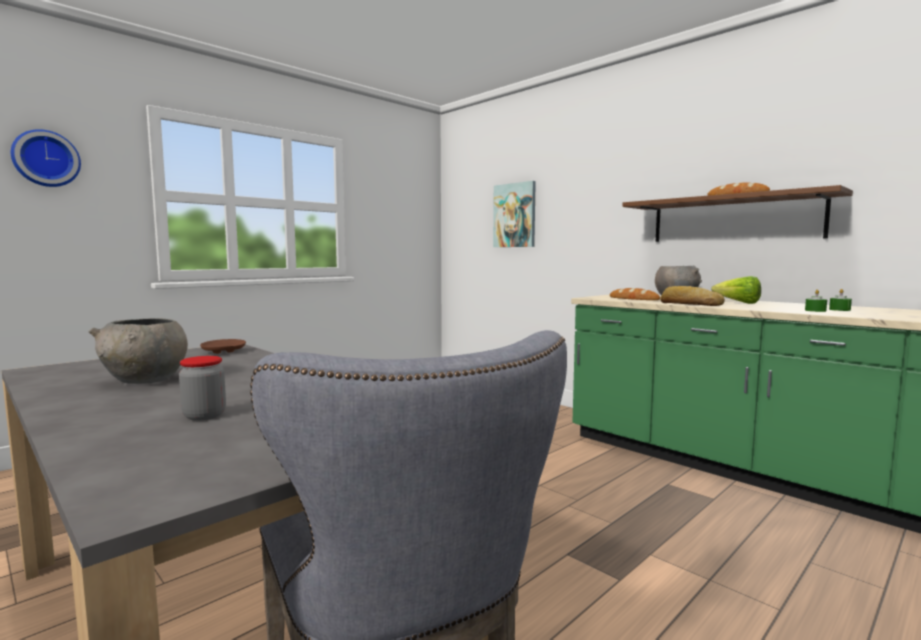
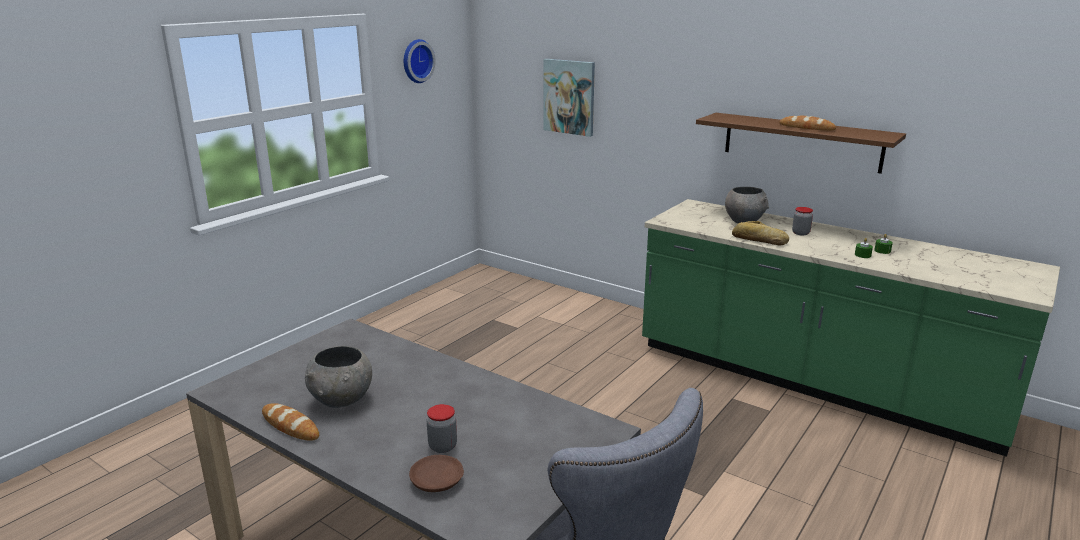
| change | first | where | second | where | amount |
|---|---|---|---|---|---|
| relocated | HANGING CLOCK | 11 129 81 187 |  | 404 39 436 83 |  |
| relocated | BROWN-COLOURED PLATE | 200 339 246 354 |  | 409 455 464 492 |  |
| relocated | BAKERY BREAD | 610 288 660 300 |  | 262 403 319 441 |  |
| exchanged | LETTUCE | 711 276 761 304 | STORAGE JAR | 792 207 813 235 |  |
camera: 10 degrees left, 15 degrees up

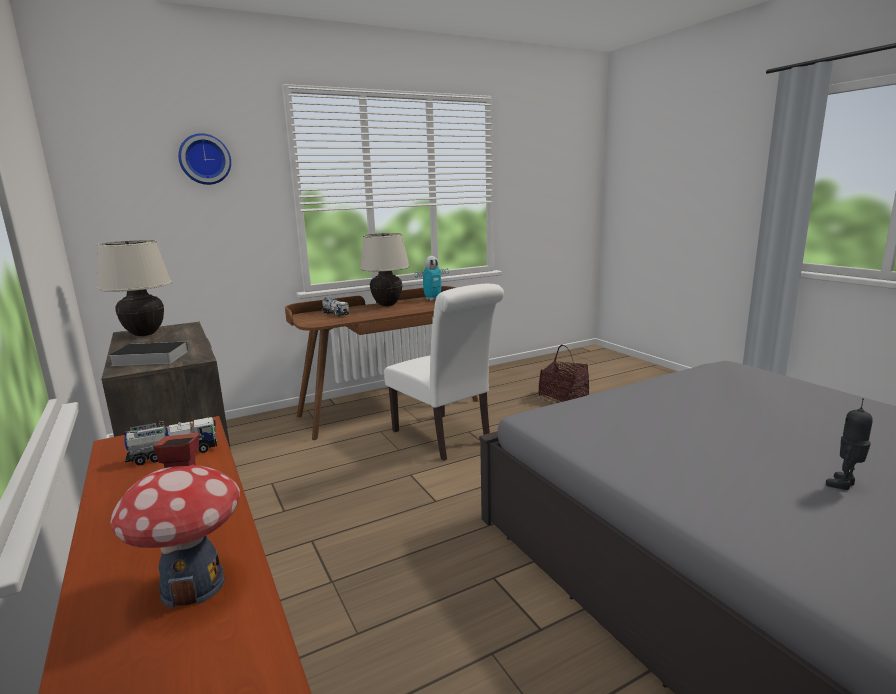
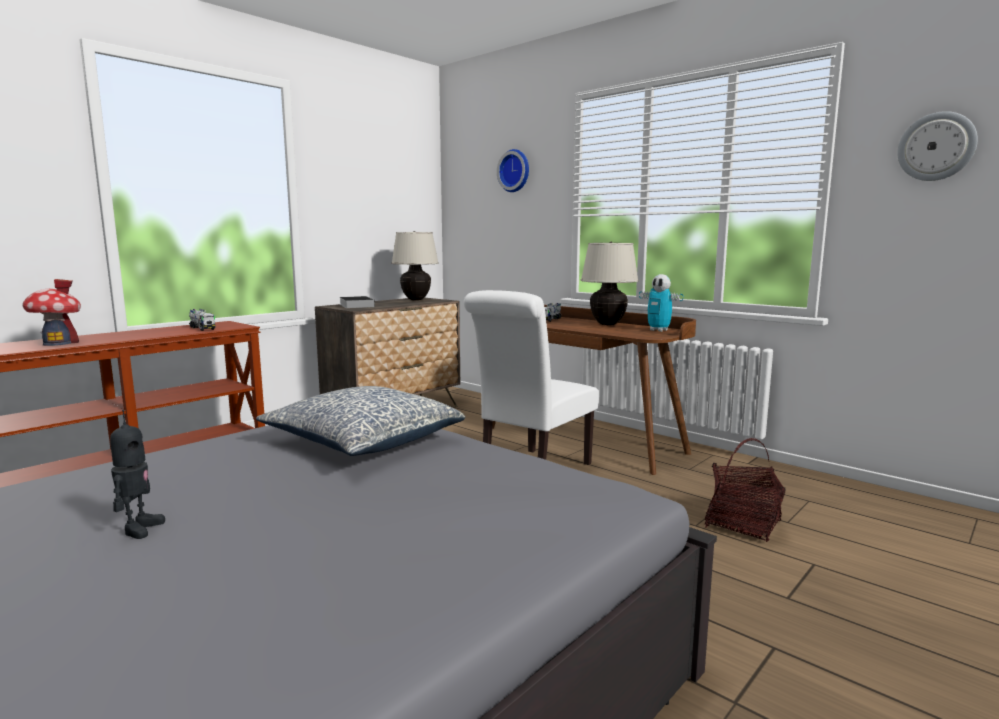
| change | first | where | second | where | amount |
|---|---|---|---|---|---|
| appeared |  |  | CUSHION | 256 386 465 456 |  |
| appeared |  |  | HANGING CLOCK | 897 111 978 181 |  |
| spun | ROBOT FIGURE | 826 398 873 490 |  | 110 410 165 539 | 60 degrees clockwise |
camera: 70 degrees right, 5 degrees down

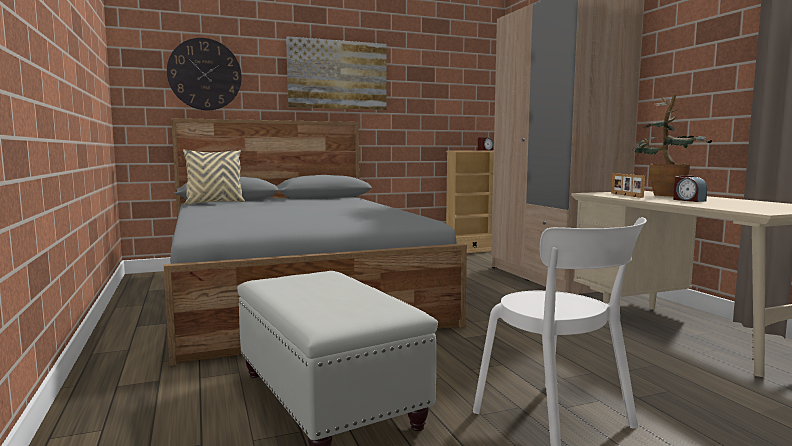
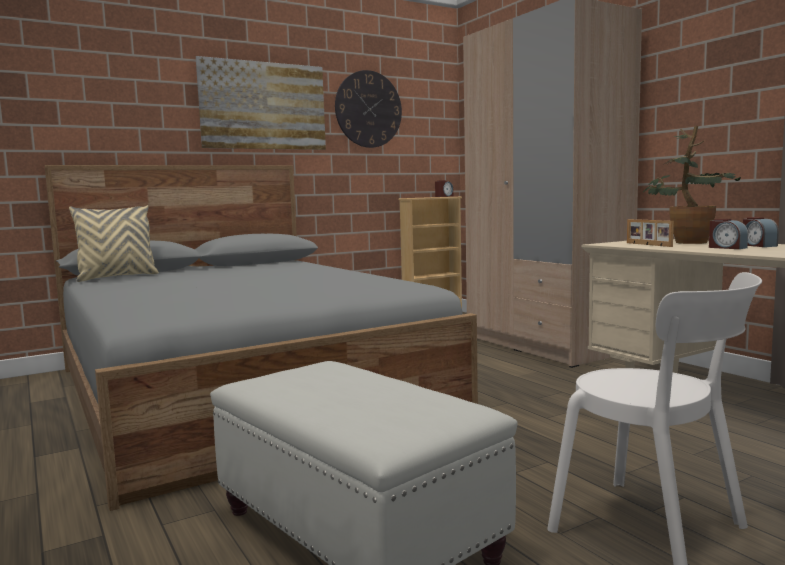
| change | first | where | second | where | amount |
|---|---|---|---|---|---|
| appeared |  |  | BEDSIDE CLOCK | 743 217 779 247 |  |
| relocated | HANGING CLOCK | 167 38 242 110 |  | 335 70 402 148 |  |
camera: 10 degrees left, 0 degrees up

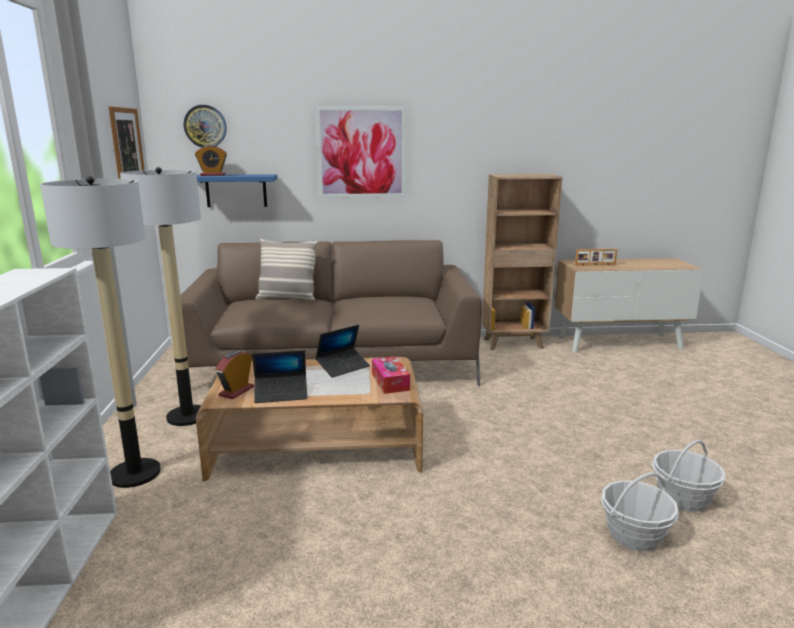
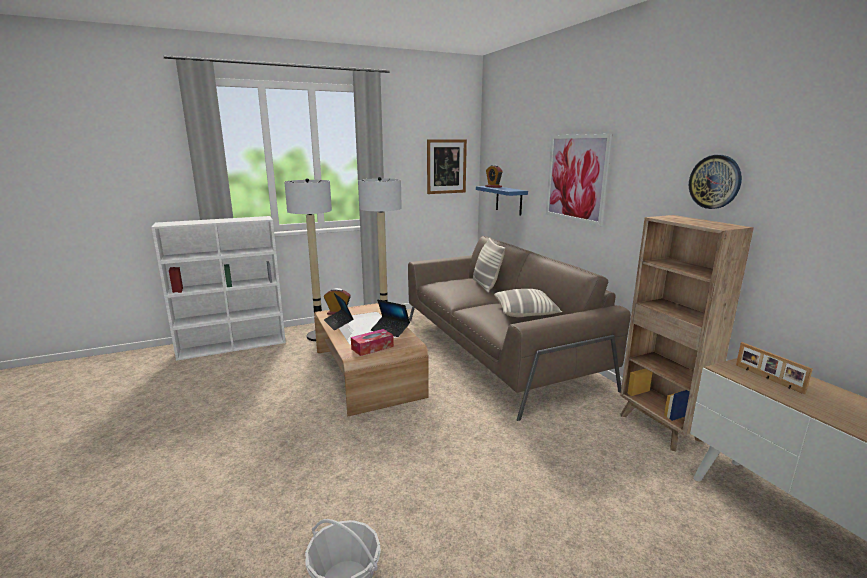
| change | first | where | second | where | amount |
|---|---|---|---|---|---|
| missing | STORAGE BASKET | 601 473 679 551 |  |  |  |
| appeared |  |  | CUSHION | 494 289 562 317 |  |
| relocated | HANGING CLOCK | 184 105 226 148 |  | 689 155 742 209 |  |
camera: 70 degrees right, 0 degrees up

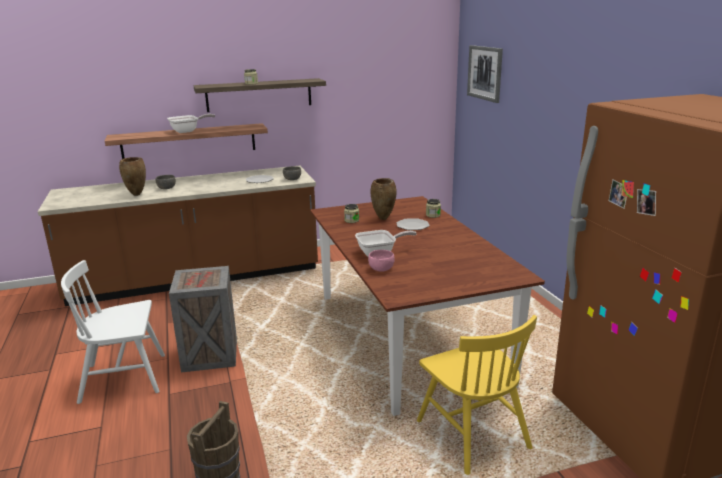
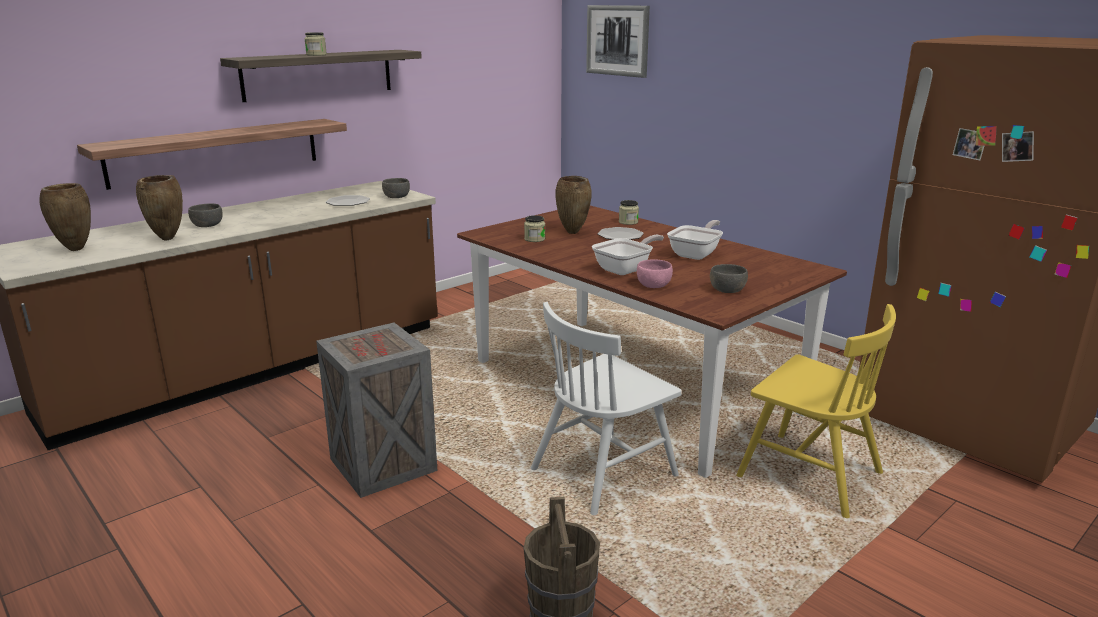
| change | first | where | second | where | amount |
|---|---|---|---|---|---|
| appeared |  |  | BROWN-COLOURED DECORATIVE VASE | 39 183 91 251 |  |
| appeared |  |  | GREYISH SERVING BOWL | 710 264 748 293 |  |
| relocated | WHITE PLAIN CHAIR | 61 260 165 404 |  | 531 302 682 515 |  |
| relocated | SKILLET | 167 114 215 133 |  | 667 220 723 260 |  |
camera: 25 degrees left, 0 degrees up

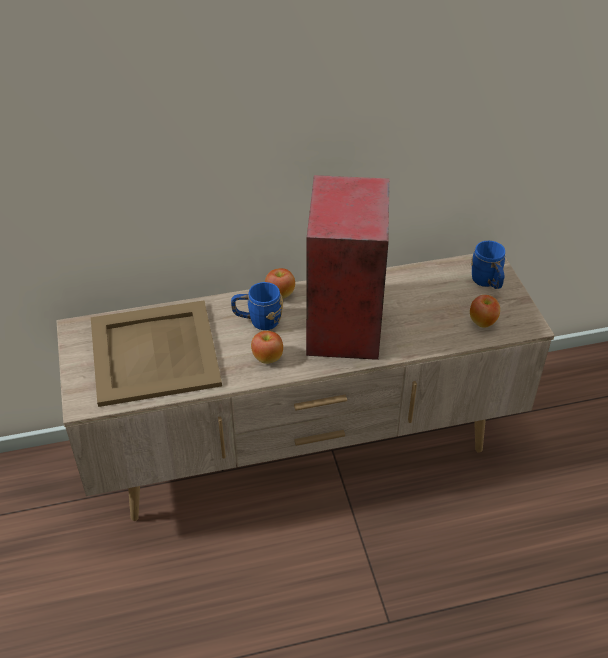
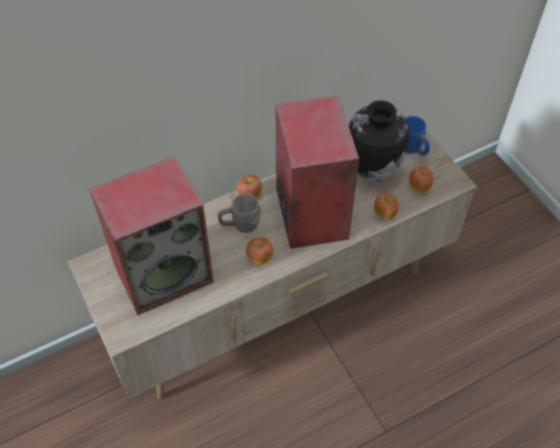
| change | first | where | second | where | amount |
|---|---|---|---|---|---|
| appeared |  |  | DECORATIVE VASE | 348 100 410 182 |  |
| appeared |  |  | APPLE | 374 193 399 220 |  |
| exchanged | SAND-COLOURED CARRYING TRAY | 91 300 222 407 | LOUDSPEAKER | 89 156 214 315 |  |
| colour | BLUE COFFEE MUG | 231 282 283 330 | GREYISH COFFEE MUG | 218 194 261 233 |  |
camera: 15 degrees left, 10 degrees up

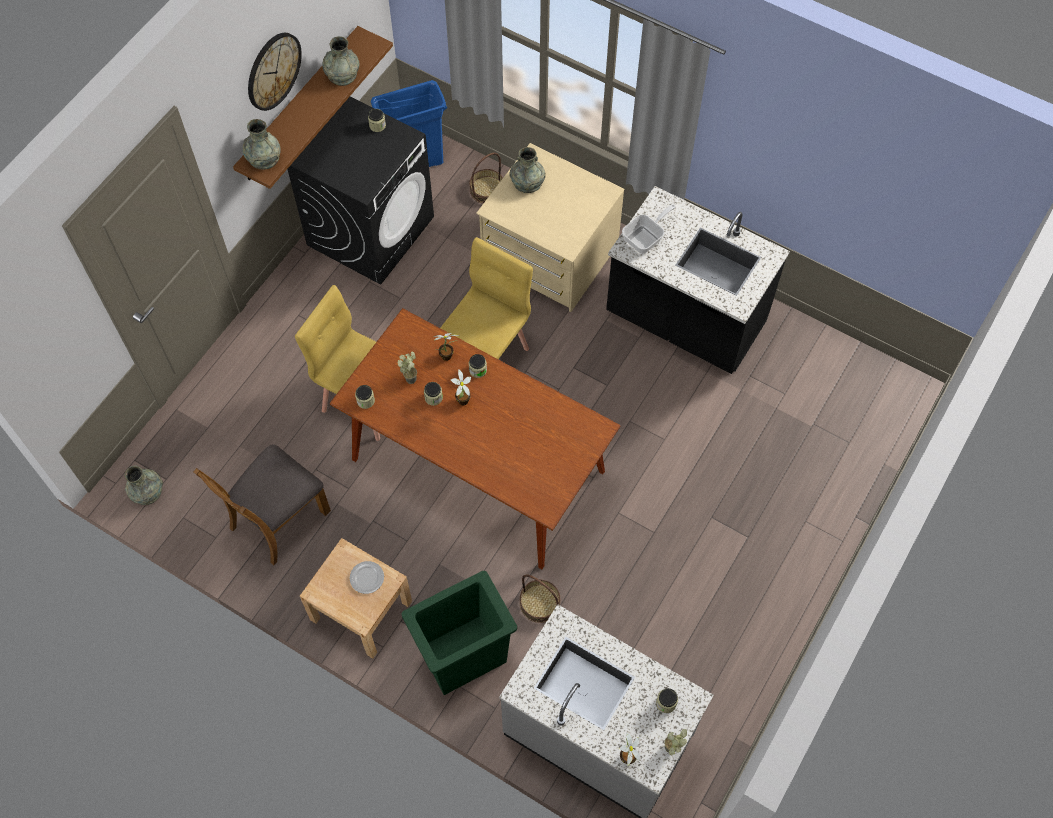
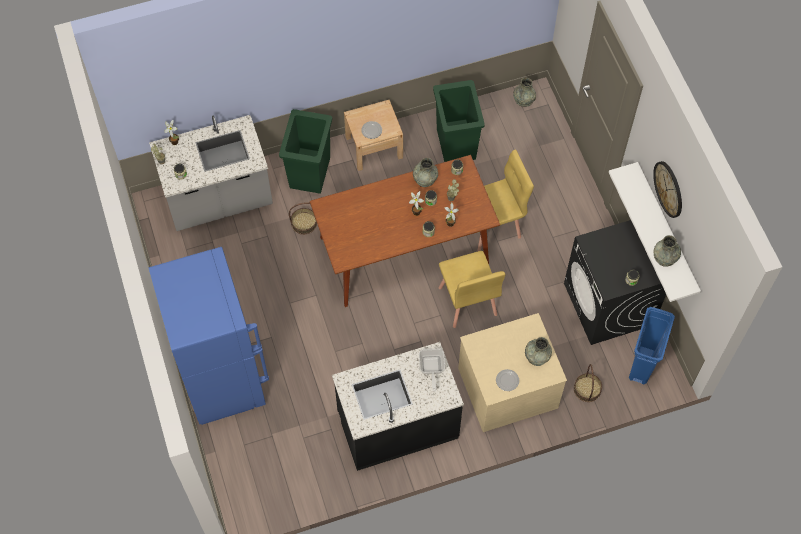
| change | first | where | second | where | amount |
|---|---|---|---|---|---|
| appeared |  |  | BLUE FRIDGE | 148 247 269 425 |  |
| appeared |  |  | PLATE | 496 369 519 391 |  |
| relocated | GREYISH DECORATIVE VASE | 242 119 281 169 |  | 413 158 438 187 |  |
| exchanged | BROWN-COLOURED PLAIN CHAIR | 193 444 331 565 | GREEN-COLOURED WASTE BIN | 433 80 485 162 |  |
| colour | BROWN-COLOURED WALL SHELF | 233 26 393 189 | WHITE WALL SHELF | 609 162 701 302 |  |
camera: 130 degrees right, 0 degrees up

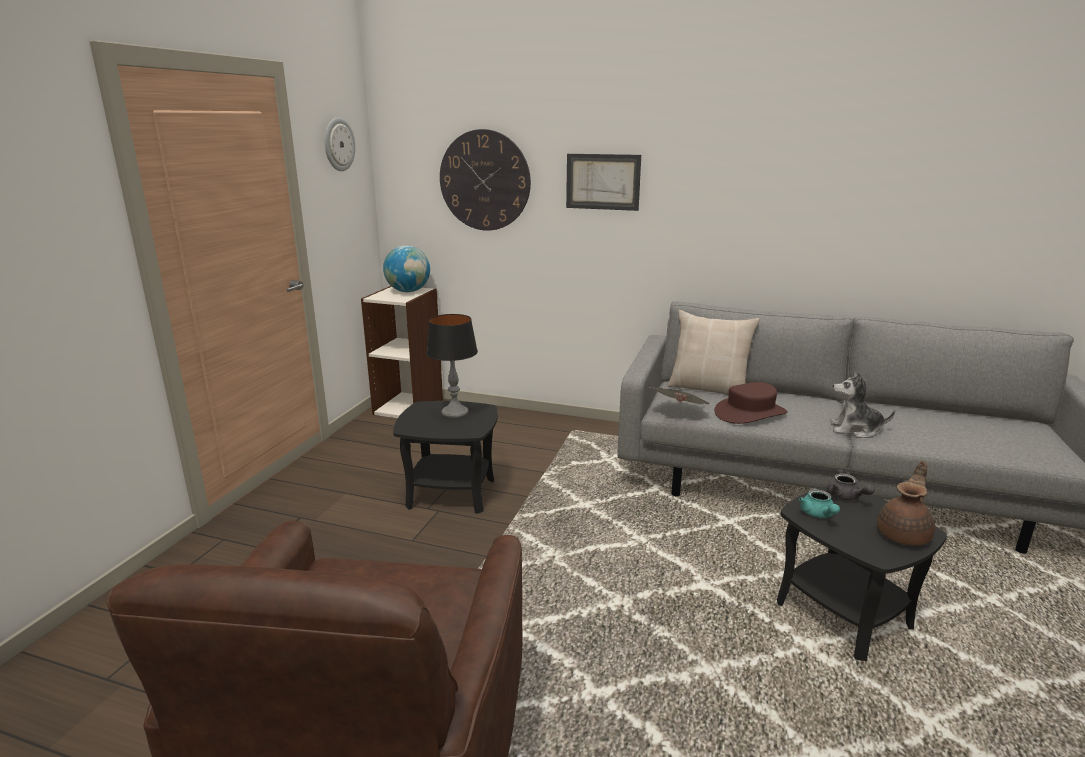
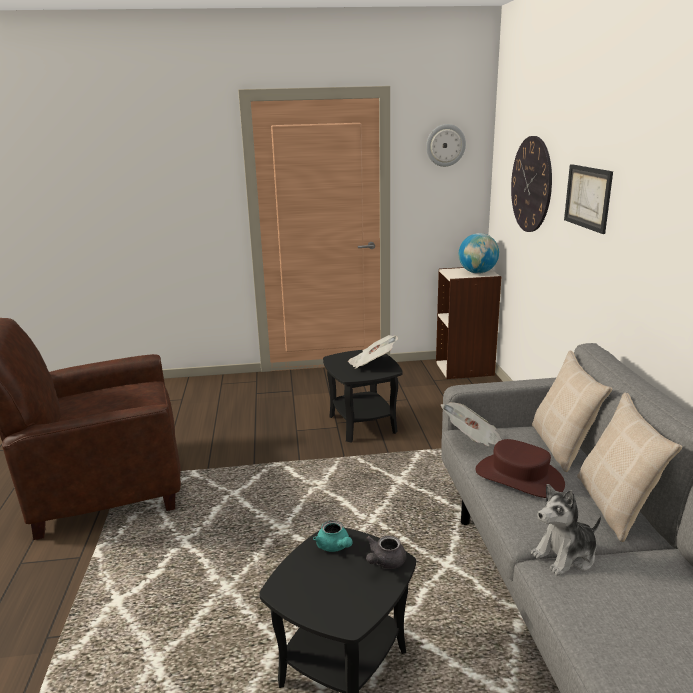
| change | first | where | second | where | amount |
|---|---|---|---|---|---|
| missing | BROWN-COLOURED TEAPOT | 877 461 935 546 |  |  |  |
| appeared |  |  | SAND-COLOURED CUSHION | 577 392 682 542 |  |
| exchanged | TABLETOP LAMP | 426 314 478 418 | NEWSPAPER | 348 335 398 368 |  |
| spun | BLUE-GREEN TEAPOT | 799 489 840 518 |  | 313 520 353 552 | 90 degrees counterclockwise |
| spun | PLUSH TOY | 831 373 895 438 |  | 531 484 601 576 | 105 degrees counterclockwise |
camera: 65 degrees right, 0 degrees up

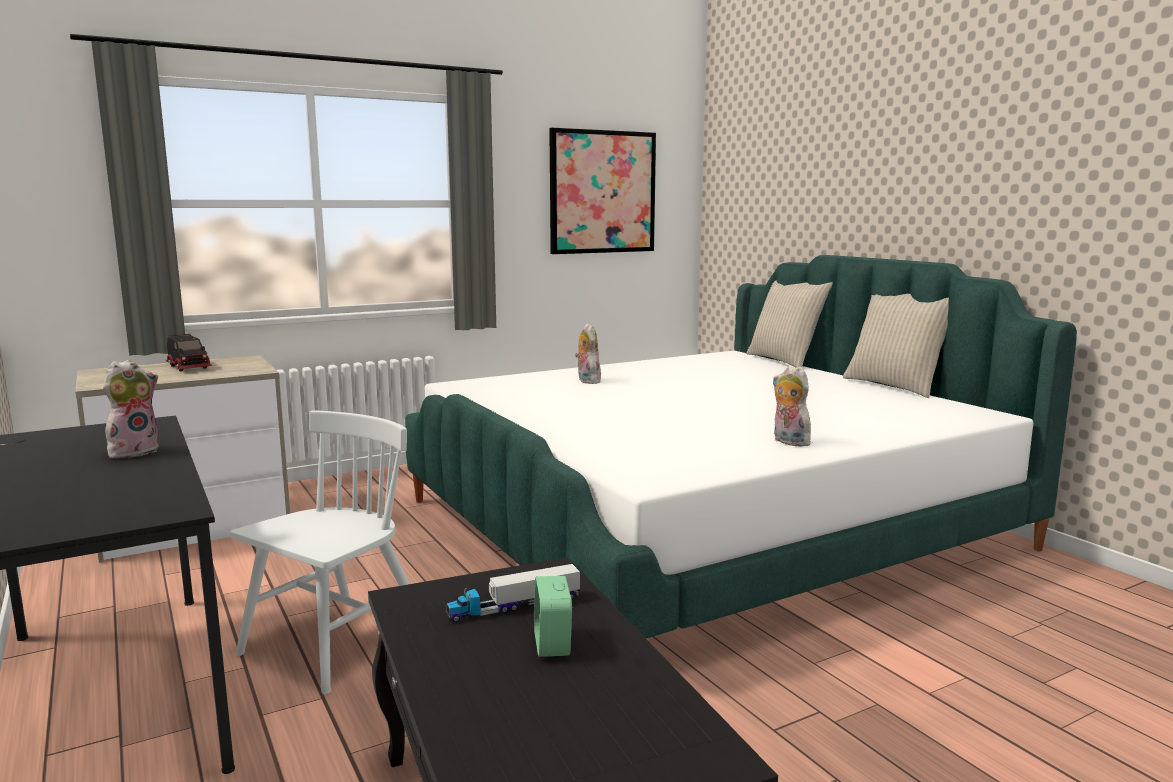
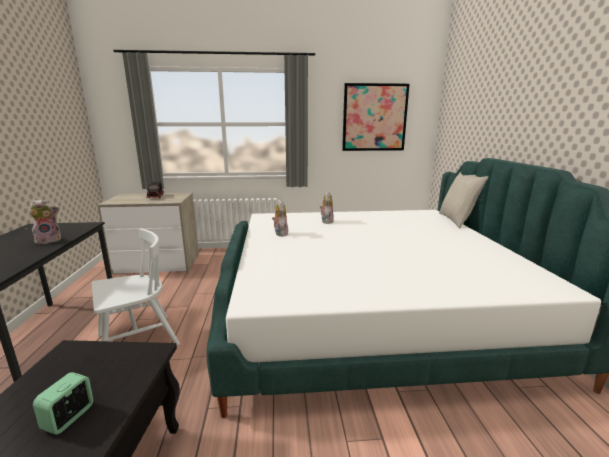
| change | first | where | second | where | amount |
|---|---|---|---|---|---|
| missing | TOY LORRY | 446 564 580 622 |  |  |  |
| missing | SAND-COLOURED CUSHION | 843 294 949 398 |  |  |  |
| relocated | PLUSH TOY | 772 365 811 447 |  | 272 200 288 236 |  |
camera: 25 degrees right, 5 degrees up

